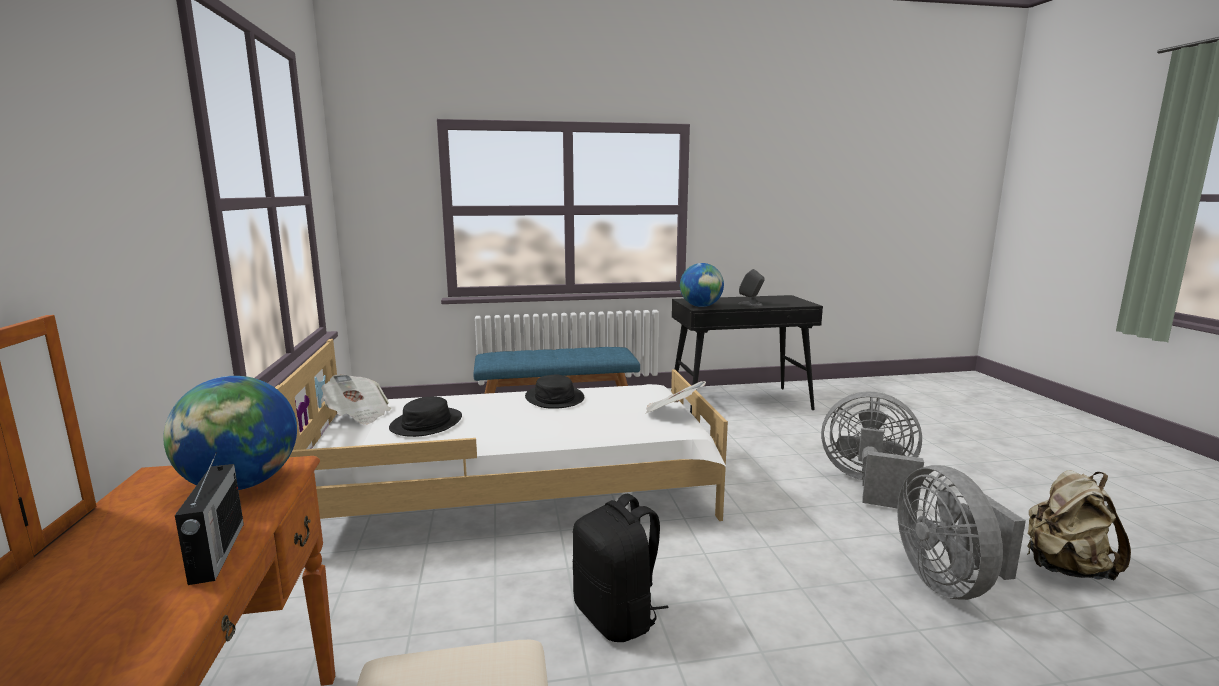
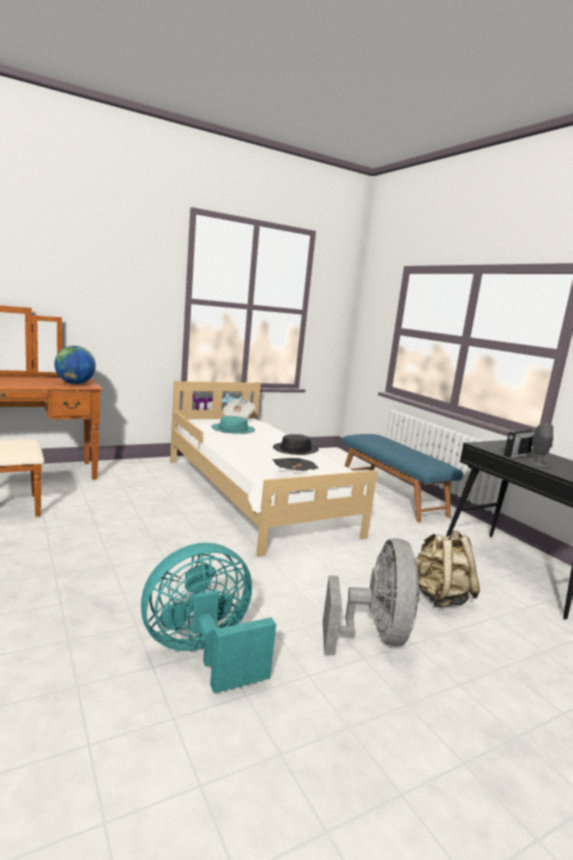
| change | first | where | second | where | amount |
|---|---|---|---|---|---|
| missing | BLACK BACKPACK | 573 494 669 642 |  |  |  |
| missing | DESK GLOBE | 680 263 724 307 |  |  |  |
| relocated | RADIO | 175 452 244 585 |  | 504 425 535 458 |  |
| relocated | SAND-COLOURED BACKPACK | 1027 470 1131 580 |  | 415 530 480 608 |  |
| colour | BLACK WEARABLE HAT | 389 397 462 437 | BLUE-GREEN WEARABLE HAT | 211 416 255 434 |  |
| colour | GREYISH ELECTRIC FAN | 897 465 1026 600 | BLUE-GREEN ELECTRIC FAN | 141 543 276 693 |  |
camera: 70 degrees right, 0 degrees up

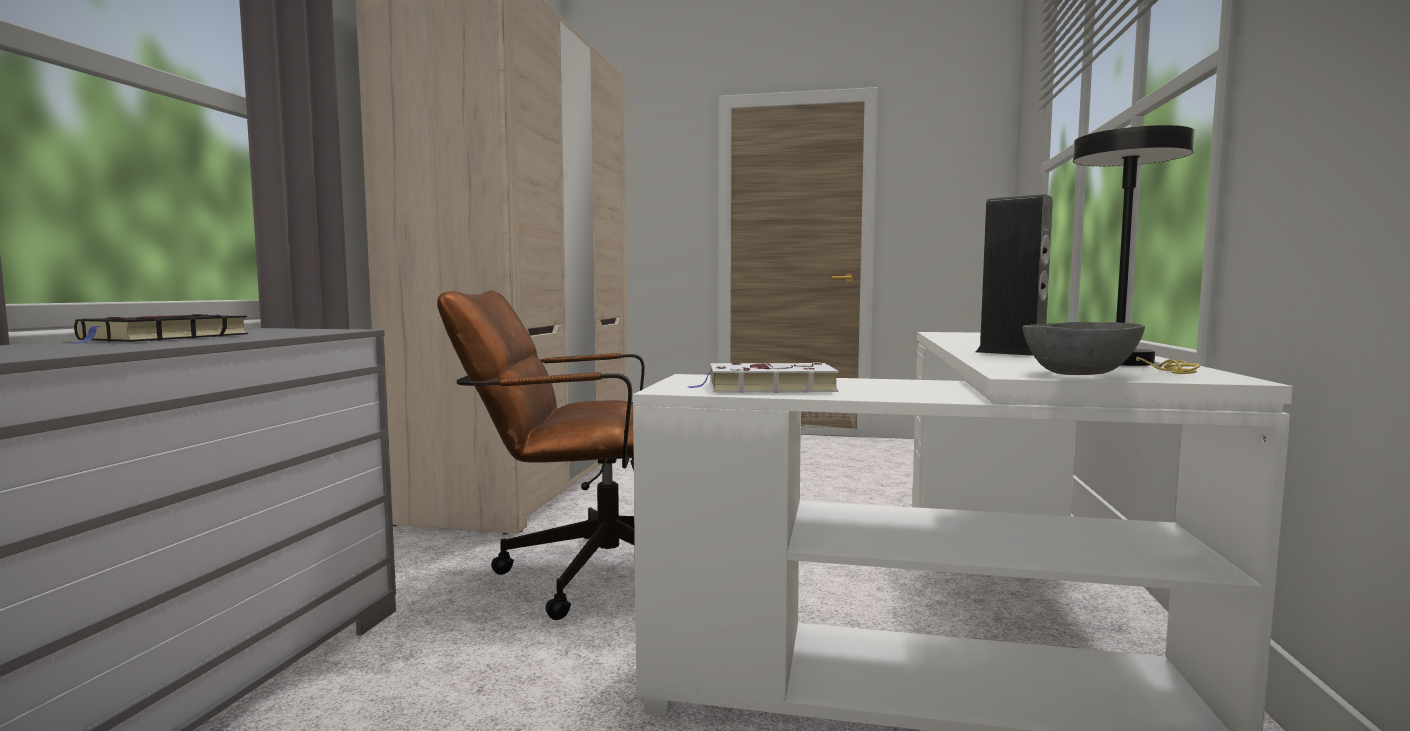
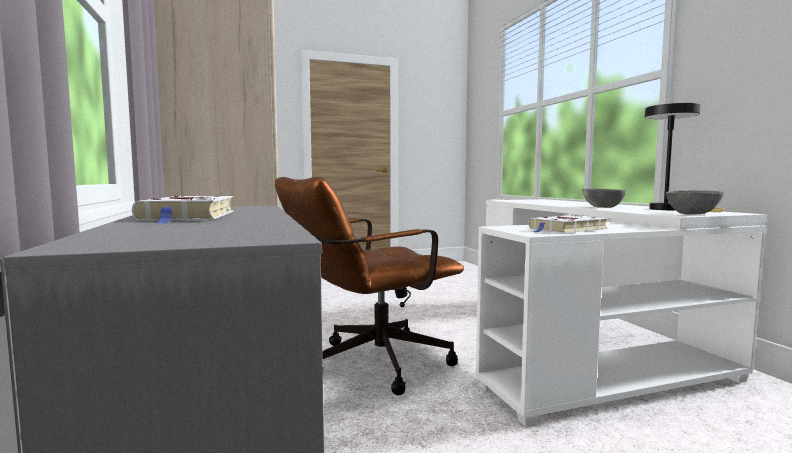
| change | first | where | second | where | amount |
|---|---|---|---|---|---|
| exchanged | LOUDSPEAKER | 976 194 1053 356 | GREYISH SERVING BOWL | 582 188 626 208 |  |
| colour | BLACK VOLUME | 72 314 248 344 | WHITE VOLUME | 132 196 234 224 |  |
camera: 30 degrees left, 0 degrees up

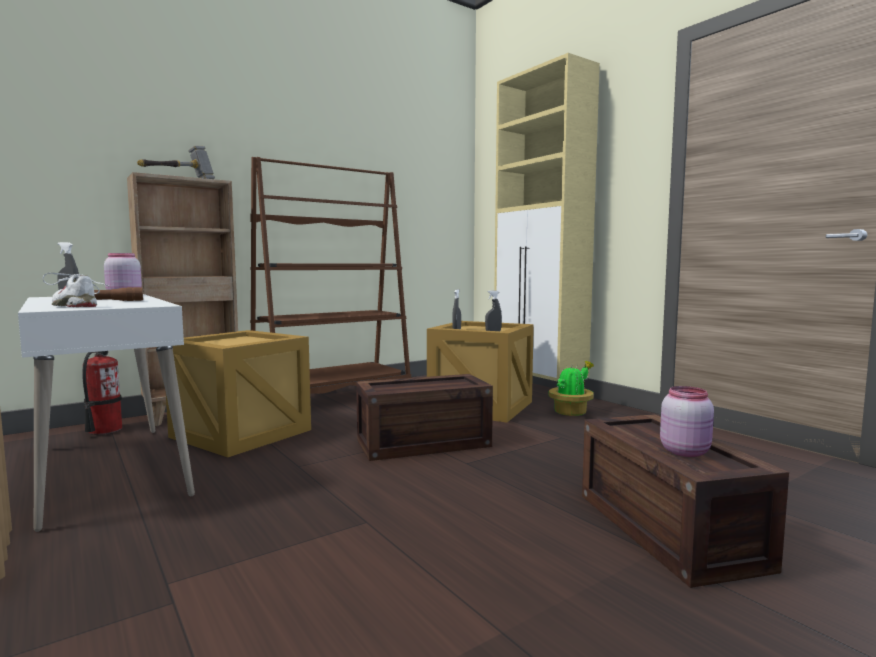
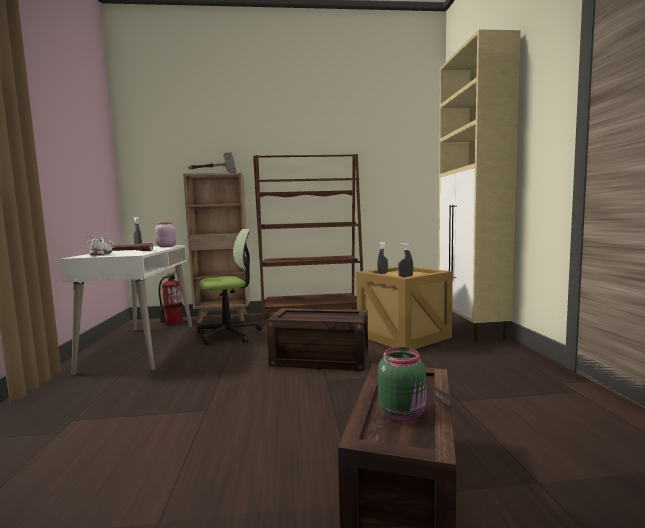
| change | first | where | second | where | amount |
|---|---|---|---|---|---|
| missing | PLANT IN A POT | 548 361 594 416 |  |  |  |
| exchanged | SHIPPING CRATE | 166 330 311 457 | COMPUTER CHAIR | 197 229 262 345 |  |
| colour | PINKISH STORAGE JAR | 660 386 714 457 | GREEN-COLOURED STORAGE JAR | 378 347 426 421 |  |
camera: 30 degrees right, 0 degrees up

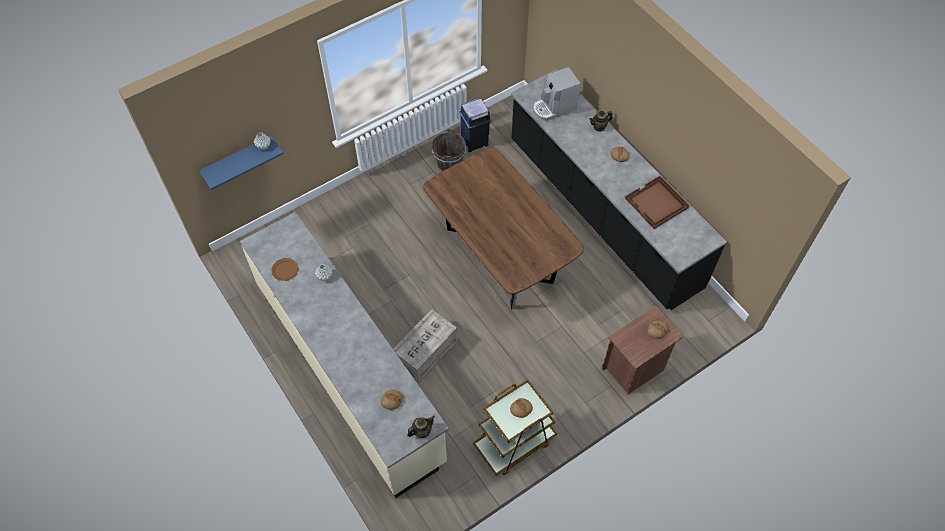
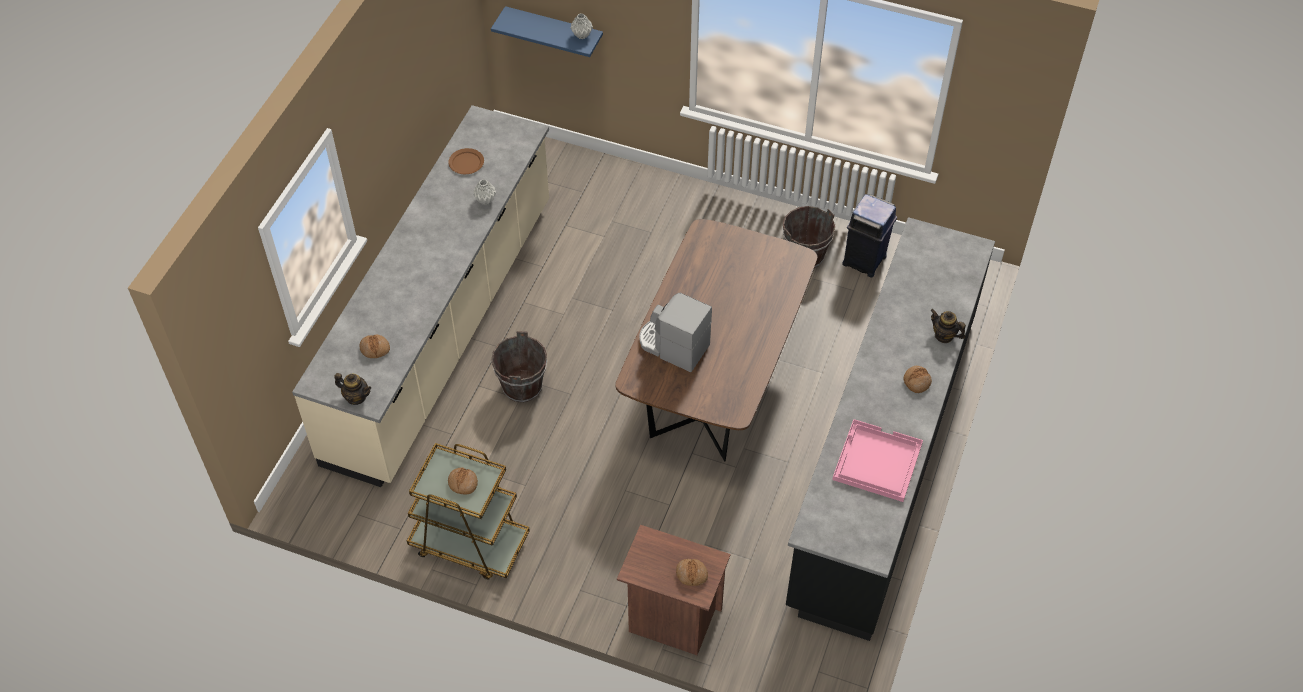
| change | first | where | second | where | amount |
|---|---|---|---|---|---|
| relocated | COFFEE MAKER | 533 67 581 121 |  | 639 293 712 372 |  |
| exchanged | SHIPPING CRATE | 393 309 458 383 | BROWN-COLOURED BUCKET | 491 331 547 403 |  |
| colour | BROWN-COLOURED CARRYING TRAY | 625 176 689 229 | PINKISH CARRYING TRAY | 832 419 923 502 |  |
camera: 55 degrees right, 5 degrees down

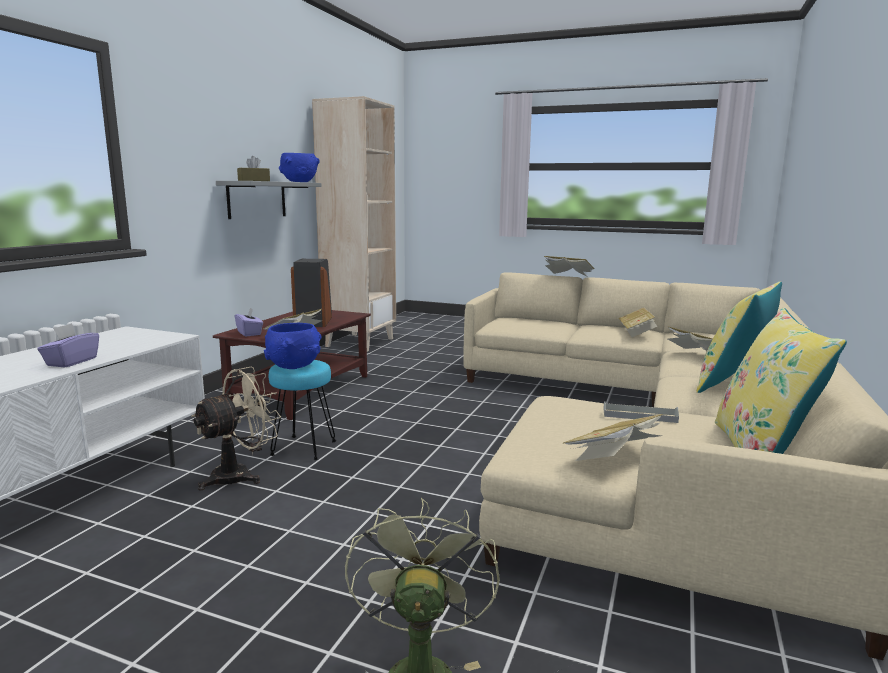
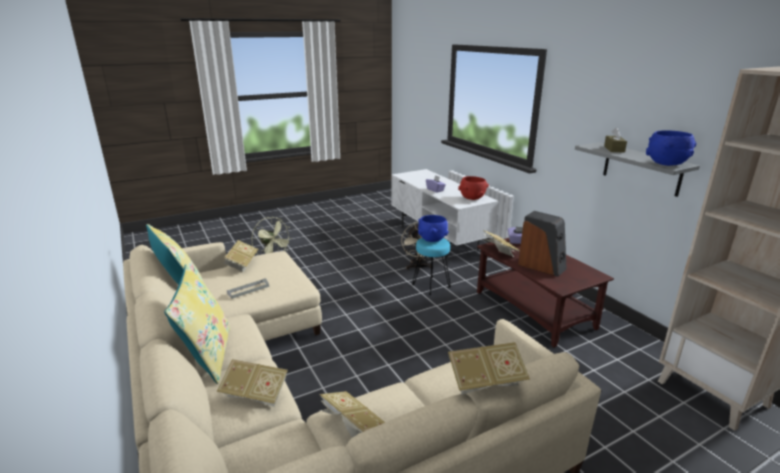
| change | first | where | second | where | amount |
|---|---|---|---|---|---|
| appeared |  |  | RED SERVING BOWL | 458 176 489 200 |  |
camera: 130 degrees right, 10 degrees up

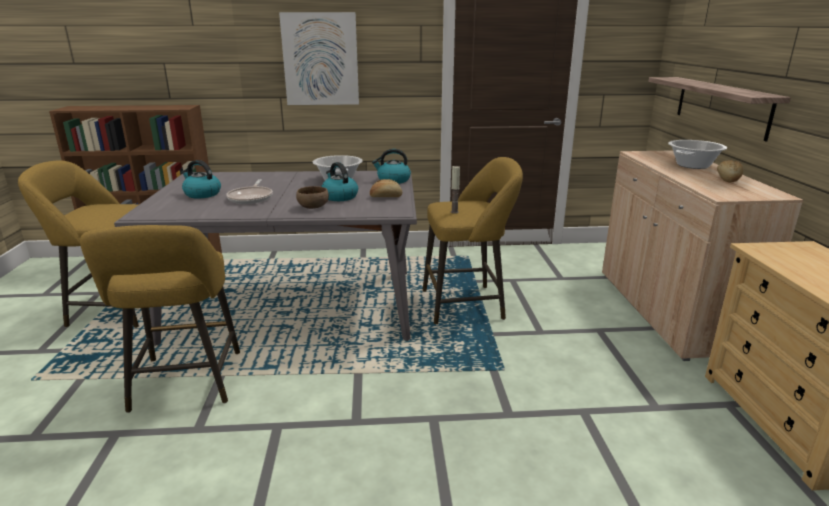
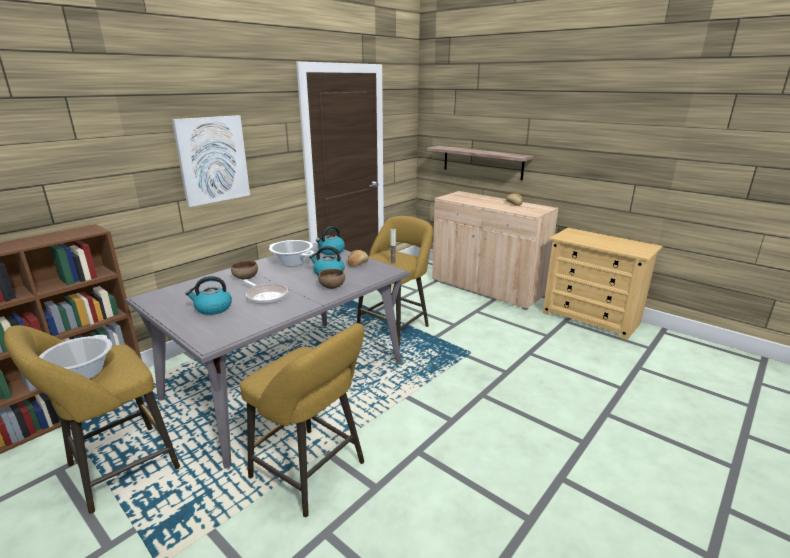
| change | first | where | second | where | amount |
|---|---|---|---|---|---|
| appeared |  |  | BROWN-COLOURED SERVING BOWL | 231 260 258 279 |  |
| relocated | COOKING POT | 668 140 727 169 |  | 39 335 112 379 |  |
camera: 45 degrees left, 0 degrees up

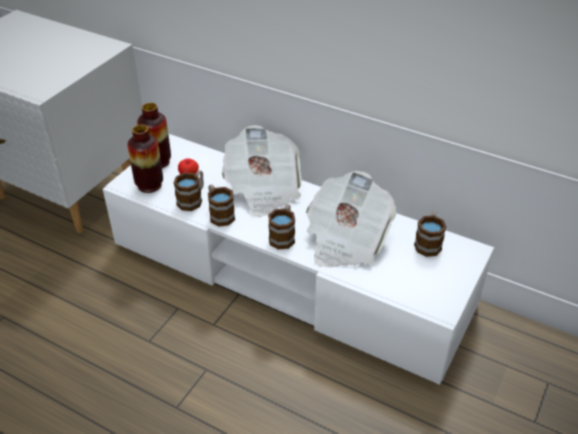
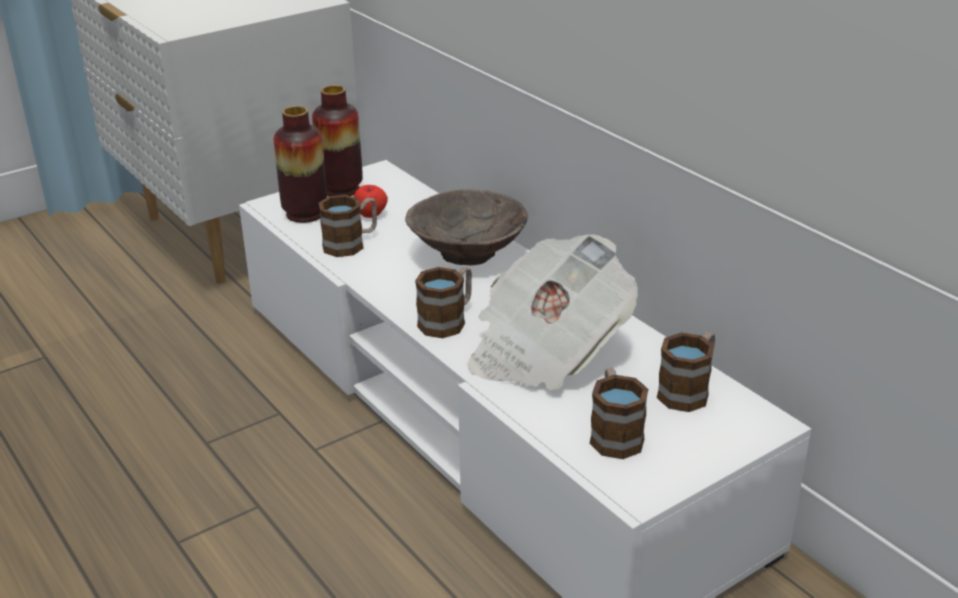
| change | first | where | second | where | amount |
|---|---|---|---|---|---|
| relocated | COFFEE MUG | 208 184 235 227 |  | 589 368 649 459 |  |
| exchanged | NEWSPAPER | 222 125 302 217 | BROWN-COLOURED SERVING BOWL | 405 190 528 266 |  |
camera: 25 degrees right, 10 degrees down

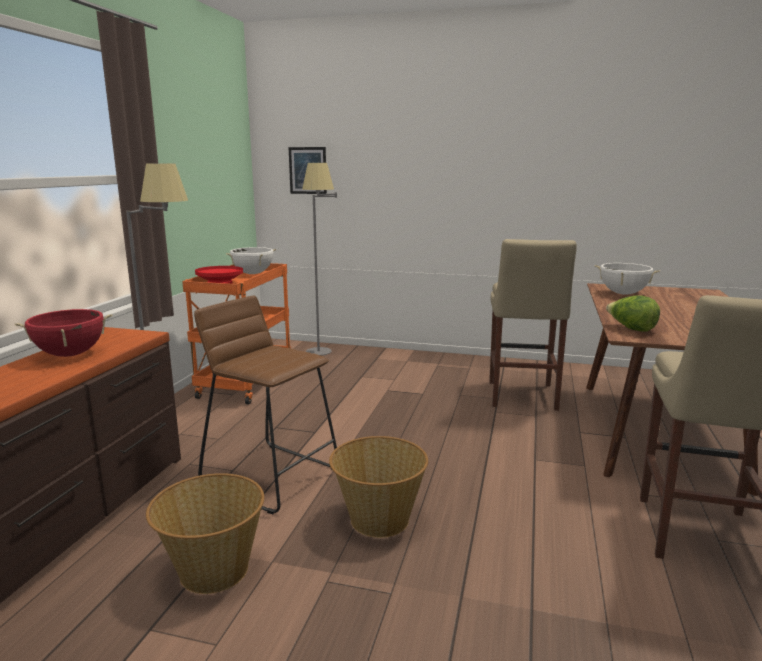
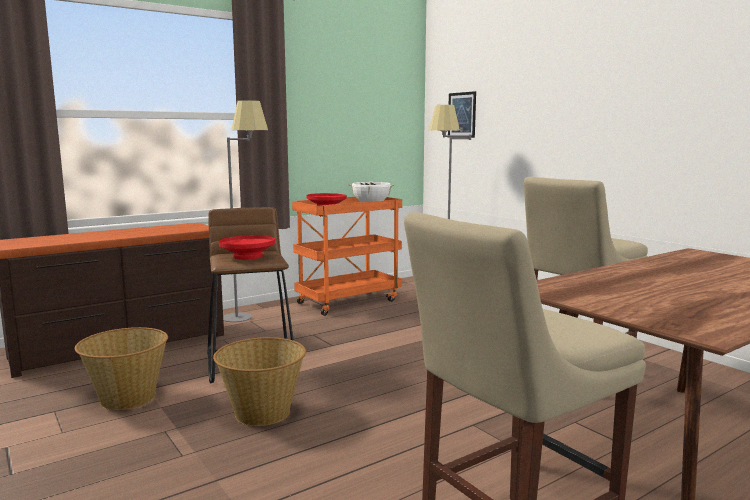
| change | first | where | second | where | amount |
|---|---|---|---|---|---|
| missing | RED COOKING POT | 15 309 112 357 |  |  |  |
| missing | WHITE COOKING POT | 595 263 660 295 |  |  |  |
| missing | LETTUCE | 606 295 660 332 |  |  |  |
| appeared |  |  | RED SERVING BOWL | 219 235 275 260 |  |
camera: 40 degrees right, 5 degrees down

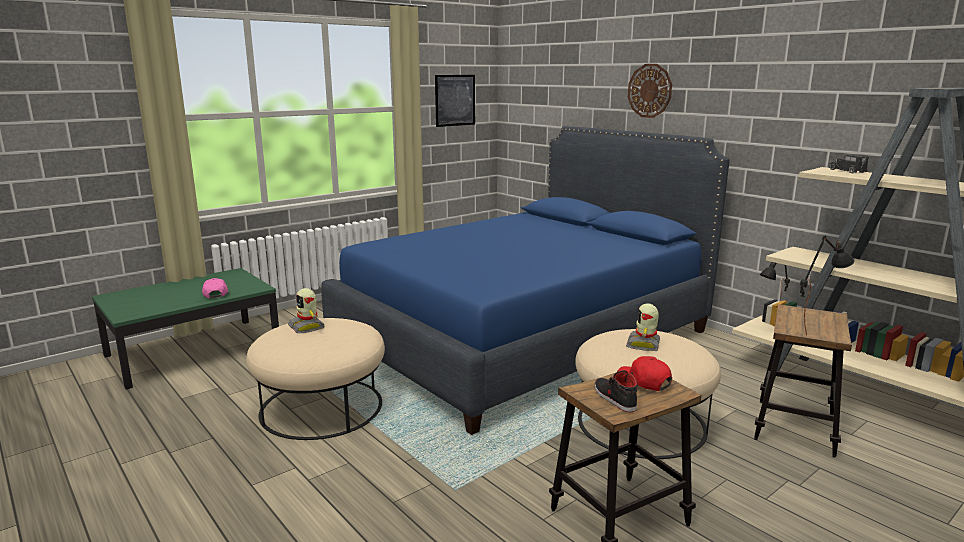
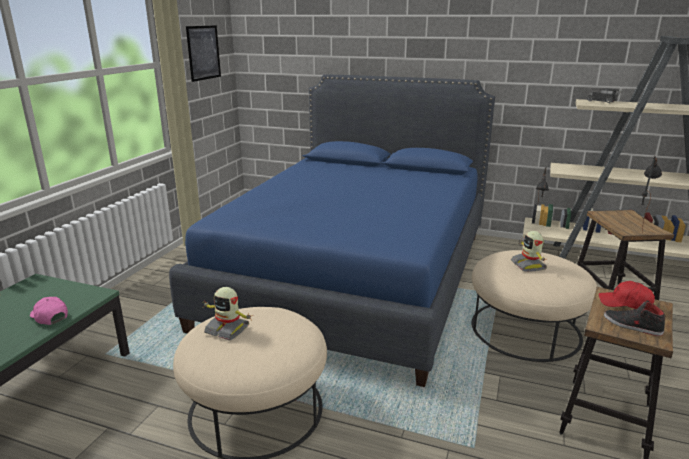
| change | first | where | second | where | amount |
|---|---|---|---|---|---|
| missing | HANGING CLOCK | 628 64 672 118 |  |  |  |
camera: 30 degrees left, 5 degrees up

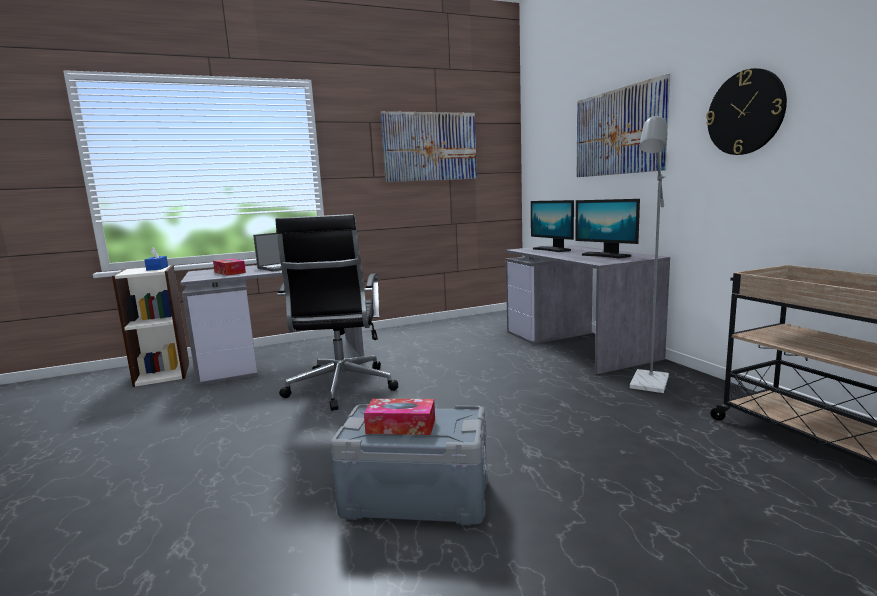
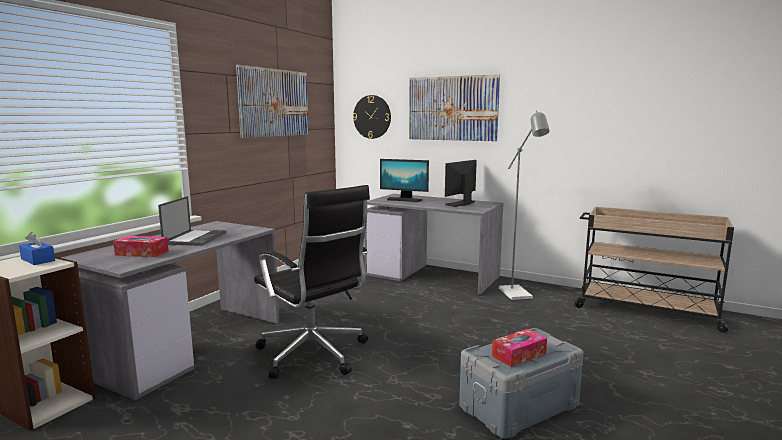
| change | first | where | second | where | amount |
|---|---|---|---|---|---|
| relocated | HANGING CLOCK | 706 68 787 155 |  | 353 95 391 139 |  |
| spun | COMPUTER SCREEN | 575 199 640 258 |  | 445 160 477 207 | 120 degrees clockwise |
camera: 40 degrees left, 0 degrees up

